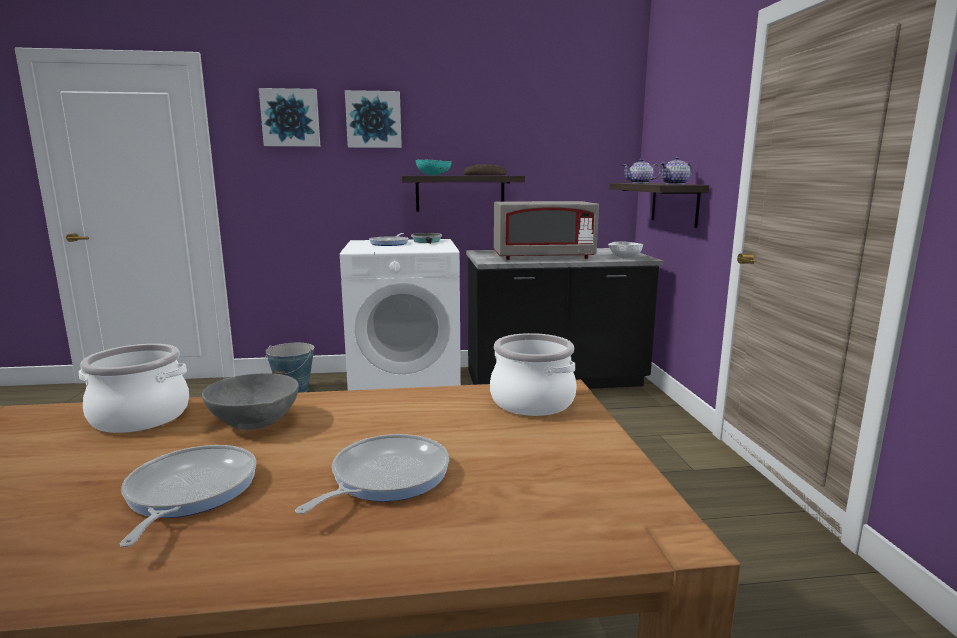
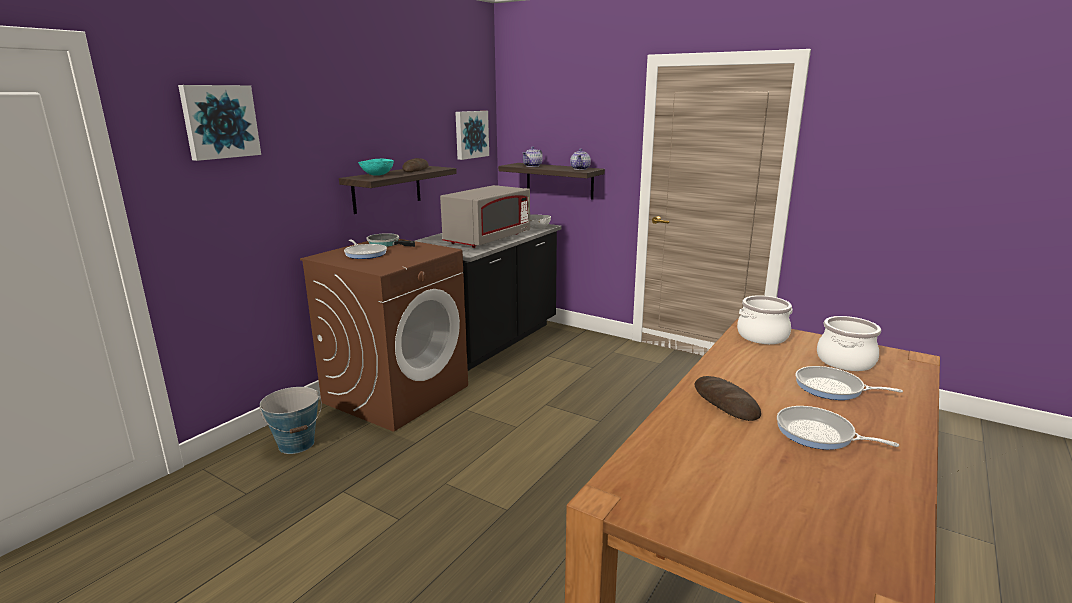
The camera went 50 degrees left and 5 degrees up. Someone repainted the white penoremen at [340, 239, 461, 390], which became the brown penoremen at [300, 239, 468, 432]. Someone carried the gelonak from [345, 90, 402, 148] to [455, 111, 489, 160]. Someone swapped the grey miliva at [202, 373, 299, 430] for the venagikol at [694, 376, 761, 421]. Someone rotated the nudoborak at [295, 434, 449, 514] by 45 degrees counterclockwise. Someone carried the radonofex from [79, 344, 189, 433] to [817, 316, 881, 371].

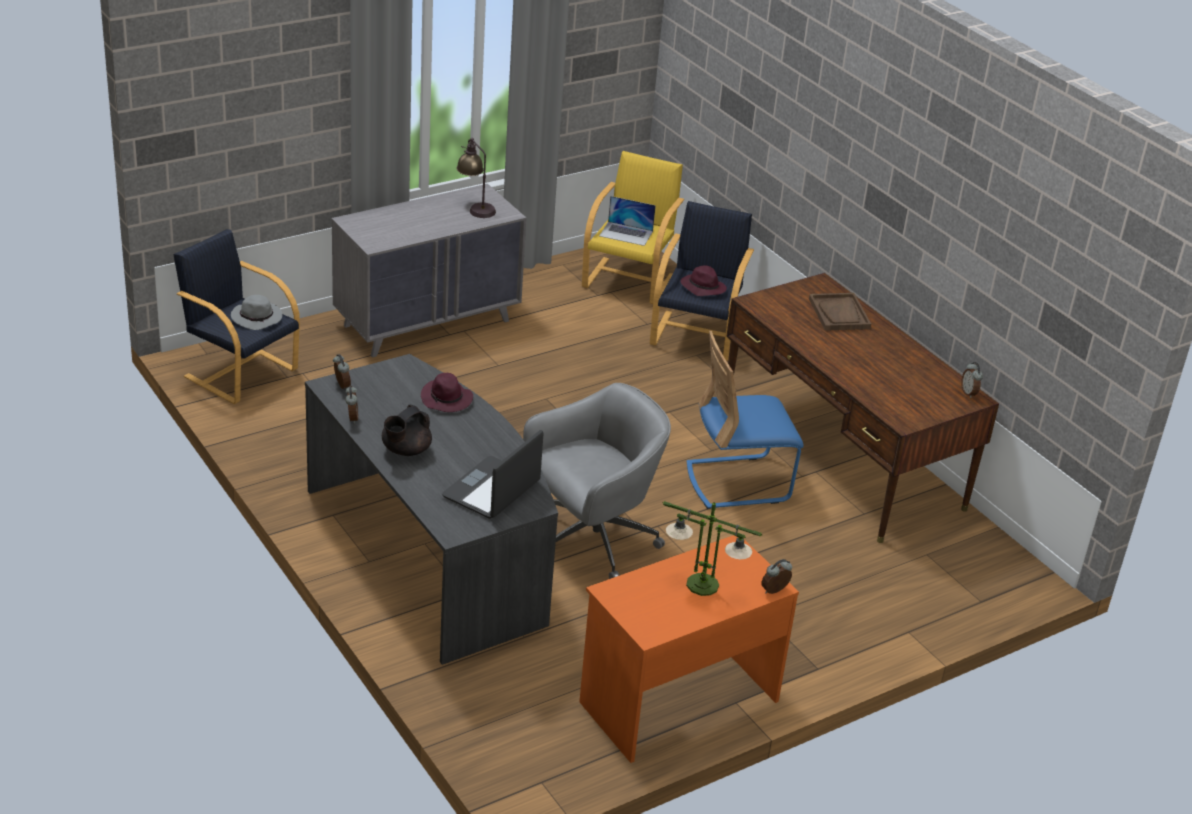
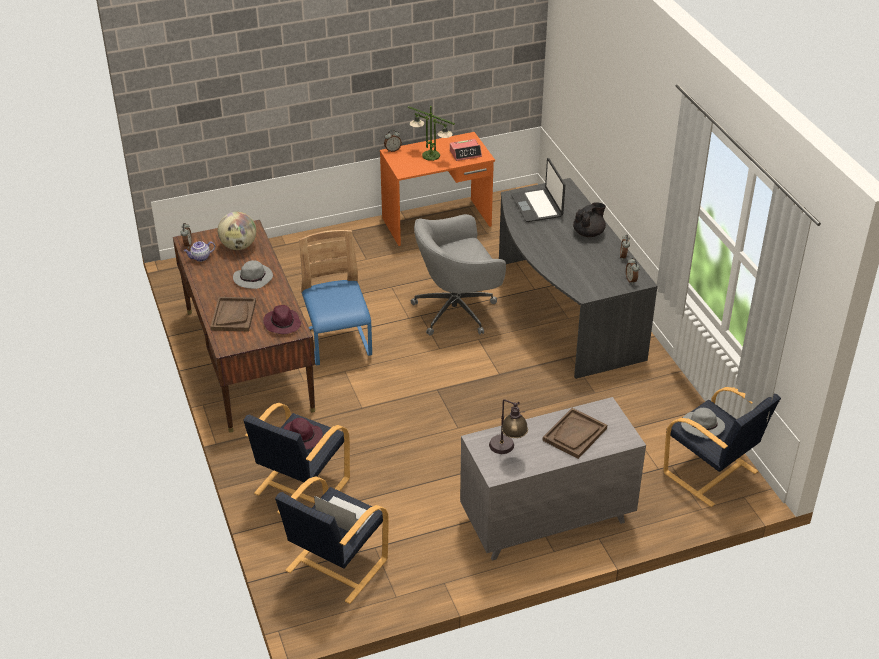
The camera went 165 degrees left and 5 degrees up. Someone put down the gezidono at [184, 241, 215, 262]. Someone put down the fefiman at [217, 212, 256, 250]. Someone put down the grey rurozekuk at [233, 260, 273, 289]. Someone carried the purple rurozekuk from [421, 373, 473, 412] to [263, 305, 301, 334]. Someone repainted the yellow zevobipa at [582, 151, 684, 304], which became the black zevobipa at [275, 476, 389, 604]. Someone rotated the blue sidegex at [686, 331, 804, 509] by 105 degrees counterclockwise. Someone put down the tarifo at [450, 139, 482, 161]. Someone rotated the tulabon at [442, 430, 544, 519] by 120 degrees clockwise. Someone put down the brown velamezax at [542, 408, 607, 459].

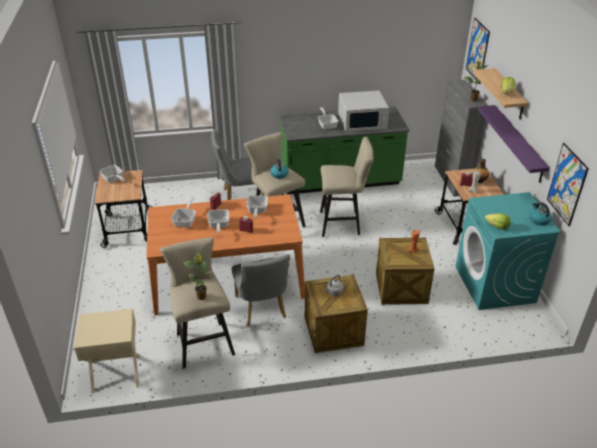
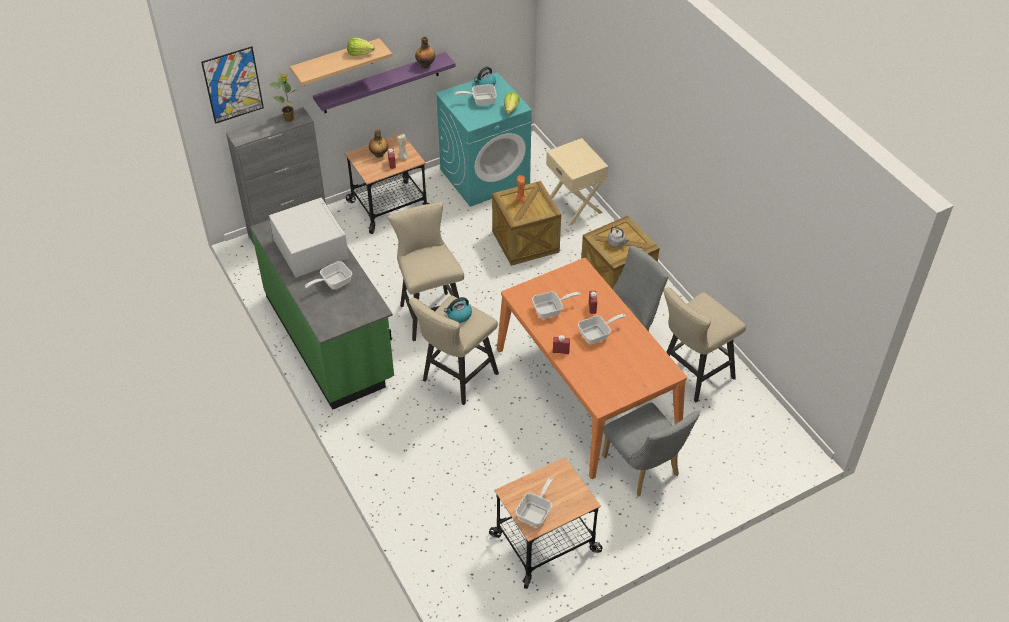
The camera went 110 degrees left and 10 degrees up. Someone put down the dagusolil at [415, 37, 435, 68]. Someone carried the nudoborak from [171, 198, 196, 228] to [454, 84, 497, 105]. Someone carried the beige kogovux from [74, 309, 140, 393] to [546, 138, 608, 226]. Someone carried the grey sidegex from [211, 129, 265, 200] to [602, 403, 700, 496]. Someone took away the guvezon at [183, 252, 212, 300]. Someone took away the gelonak at [547, 143, 589, 226].

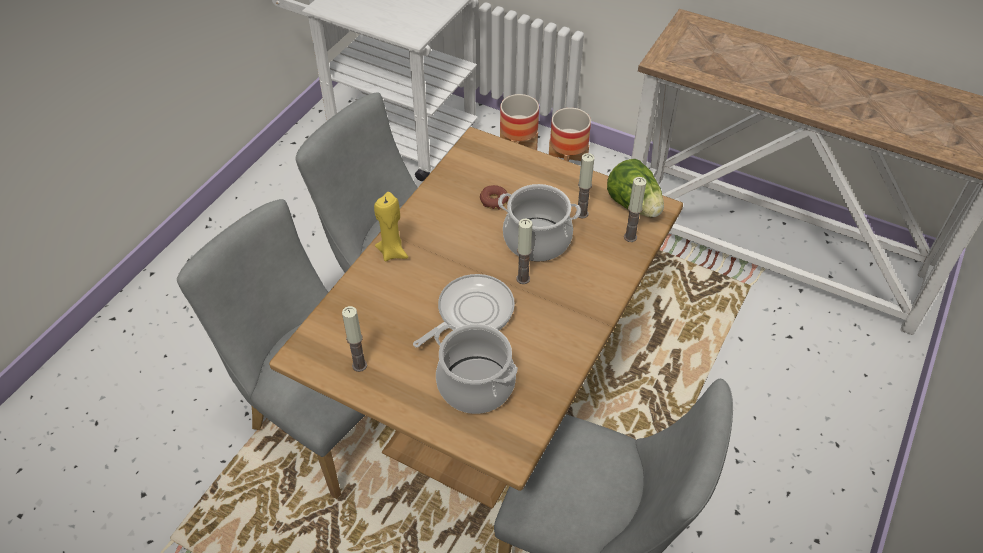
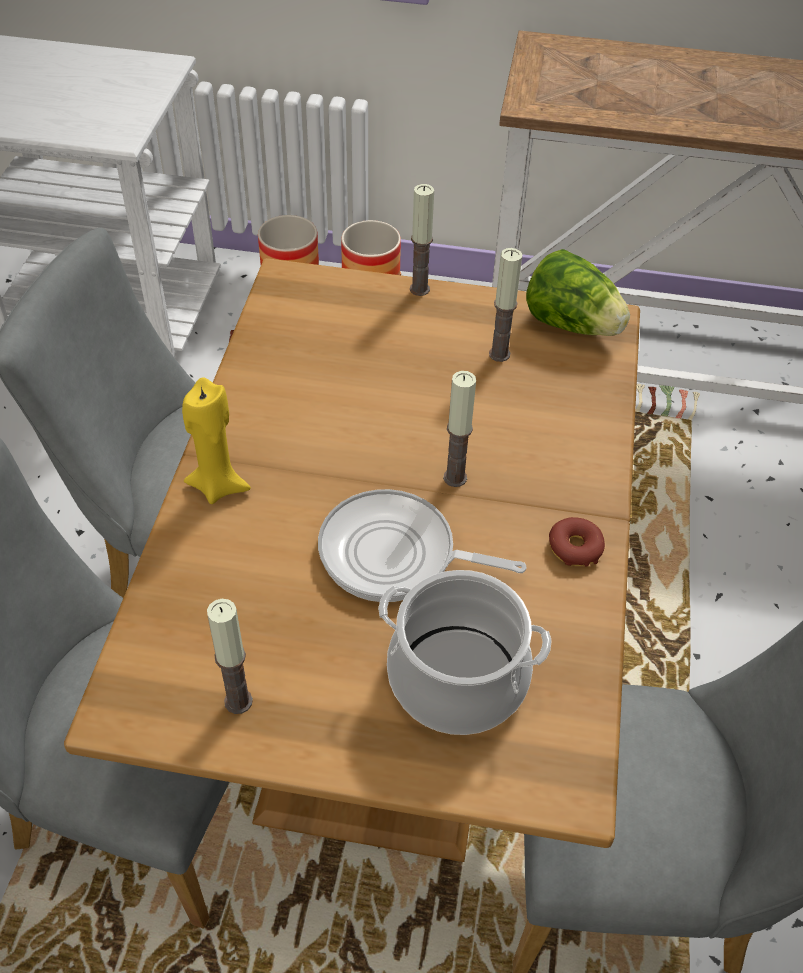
The camera went 20 degrees left and 0 degrees up. Someone rotated the nudoborak at [413, 274, 515, 348] by 105 degrees counterclockwise. Someone carried the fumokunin from [624, 177, 647, 242] to [410, 184, 434, 296]. Someone carried the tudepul from [480, 185, 509, 210] to [549, 517, 605, 567]. Someone took away the radonofex at [498, 184, 581, 261].

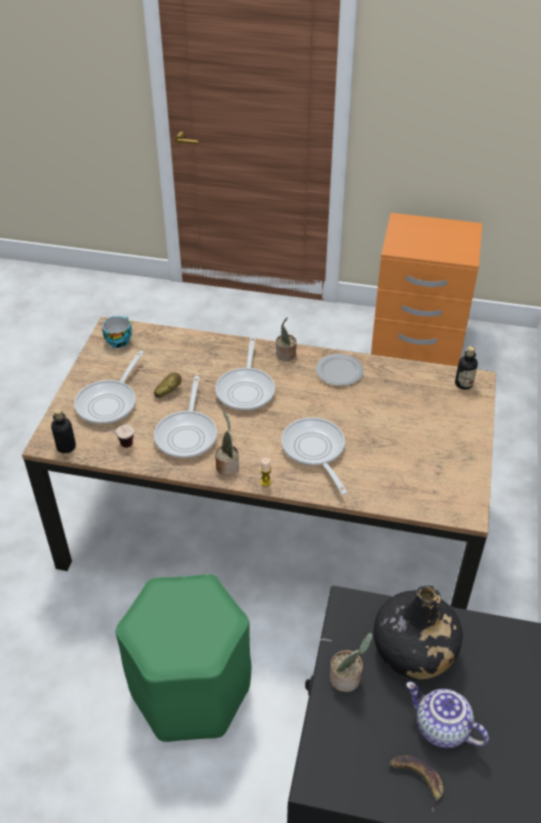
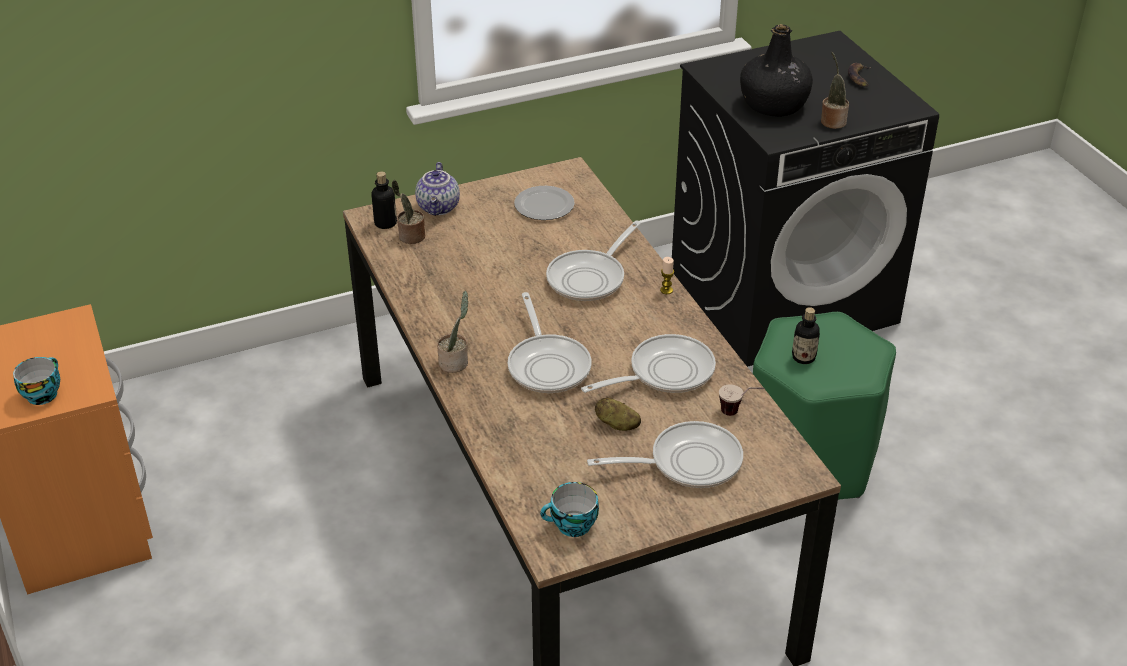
The camera went 125 degrees left and 5 degrees down. Someone put down the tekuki at [13, 357, 60, 405]. Someone carried the guvezon from [215, 411, 239, 476] to [392, 180, 425, 244]. Someone carried the gezidono from [406, 682, 489, 748] to [415, 162, 460, 216]. Someone rotated the nudoborak at [215, 336, 275, 411] by 105 degrees clockwise. Someone carried the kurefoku from [316, 354, 364, 386] to [514, 186, 575, 220]. Someone carried the dagusolil from [51, 408, 76, 453] to [792, 307, 820, 364].

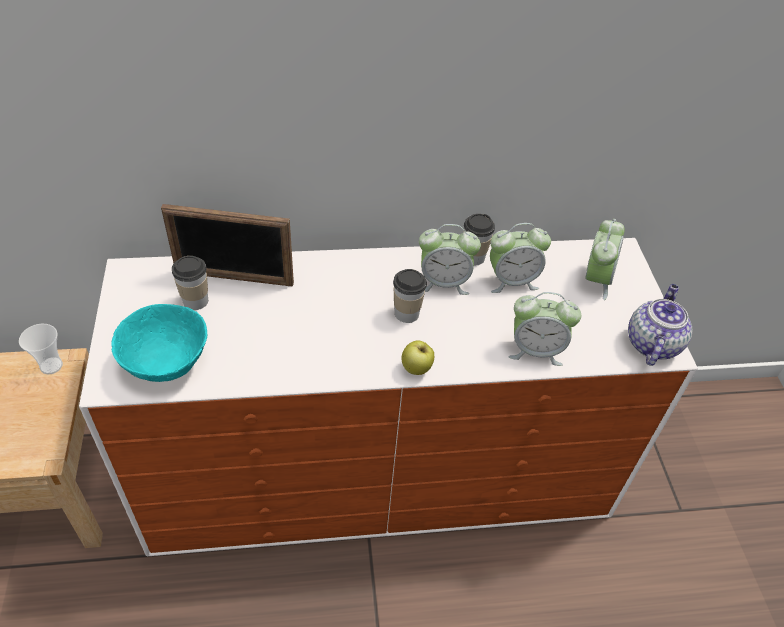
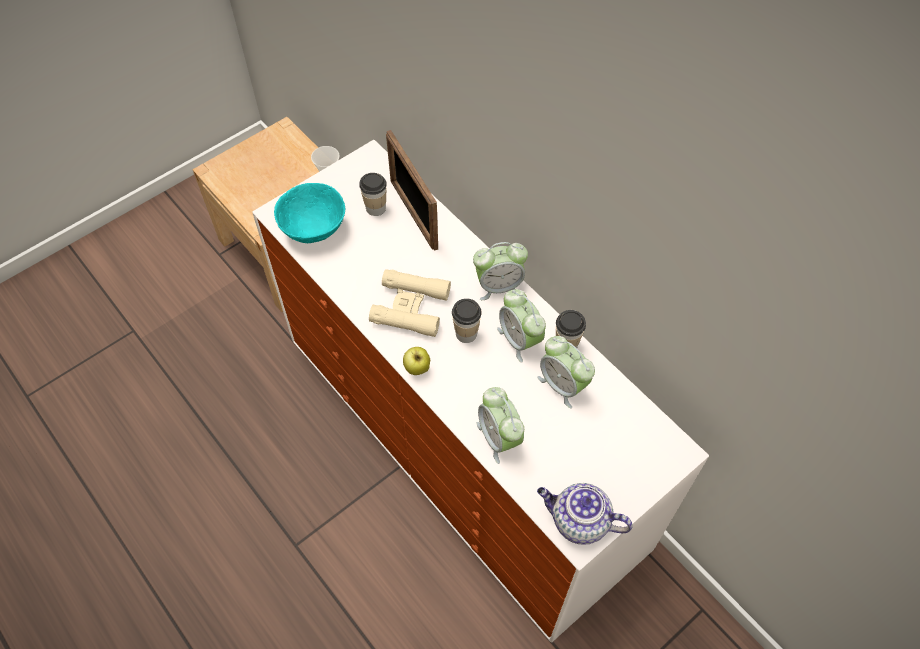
The camera went 60 degrees right and 10 degrees up. Someone put down the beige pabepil at [369, 269, 451, 337]. Someone carried the tarifo from [585, 219, 625, 300] to [473, 242, 528, 300]. Someone rotated the gezidono at [628, 284, 692, 366] by 150 degrees counterclockwise.

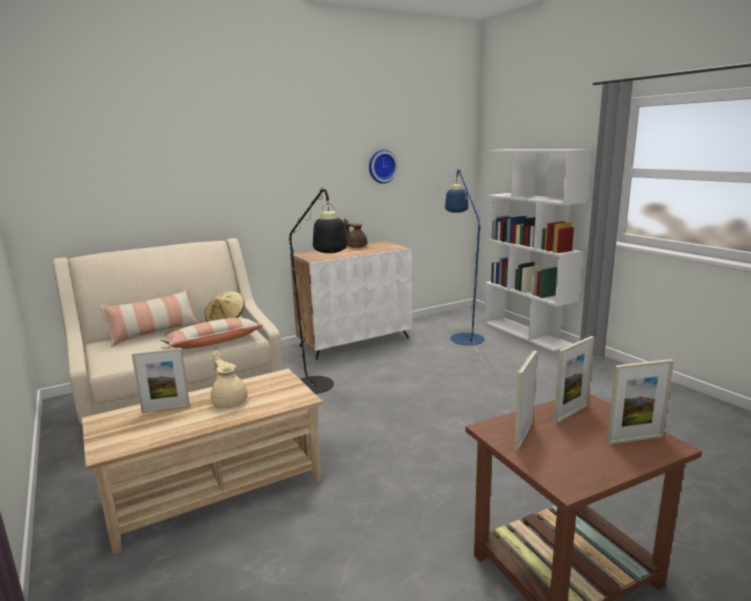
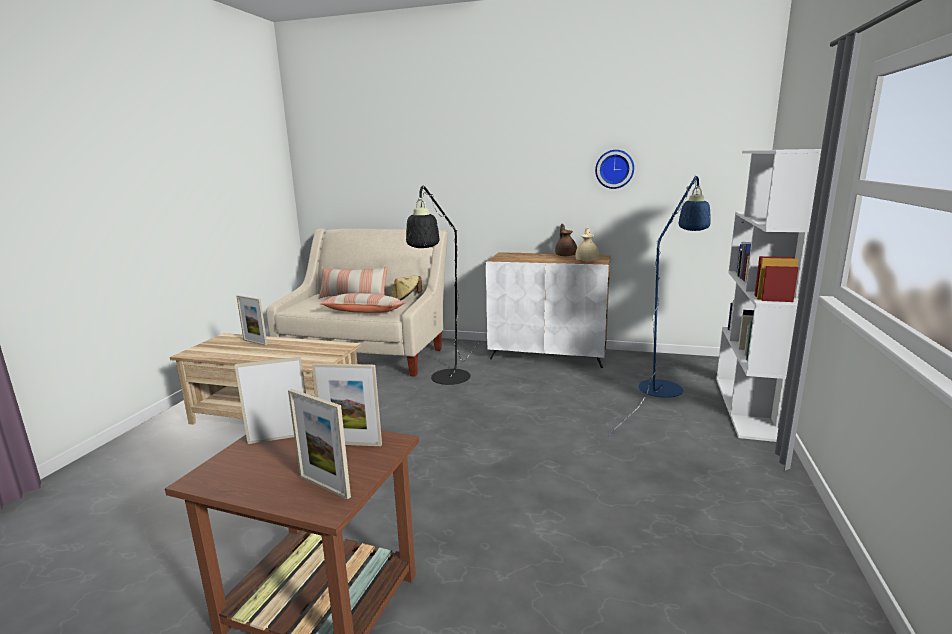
The camera went 45 degrees right and 0 degrees up. Someone carried the beige gezidono from [211, 350, 248, 408] to [575, 227, 599, 262].

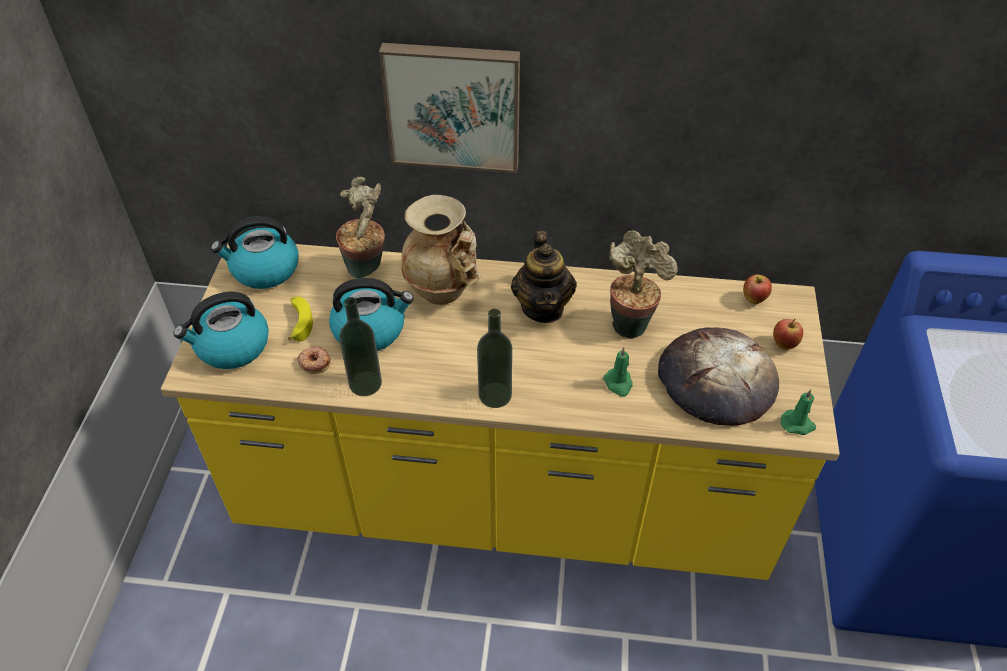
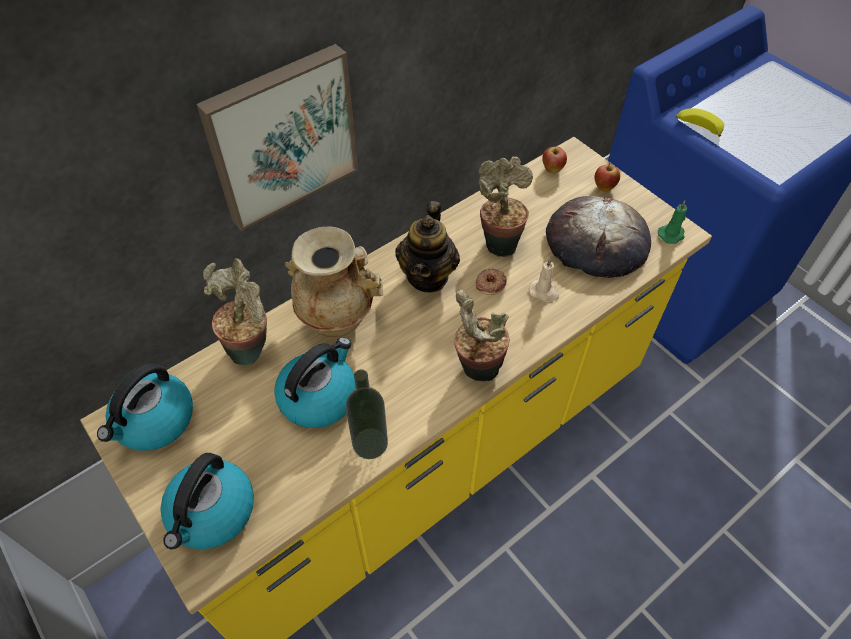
The camera went 45 degrees left and 5 degrees up. Someone rotated the gezidono at [511, 231, 577, 323] by 60 degrees clockwise. Someone swapped the dagusolil at [477, 309, 513, 408] for the guvezon at [454, 289, 509, 382]. Someone carried the tudepul from [297, 346, 331, 374] to [476, 269, 507, 295]. Someone repainted the green fumokunin at [603, 347, 633, 397], which became the beige fumokunin at [529, 258, 559, 301]. Someone carried the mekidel from [288, 296, 313, 341] to [675, 108, 724, 137].

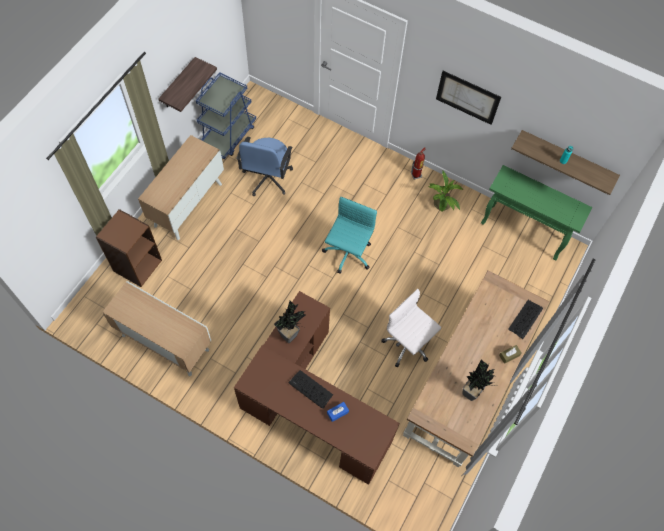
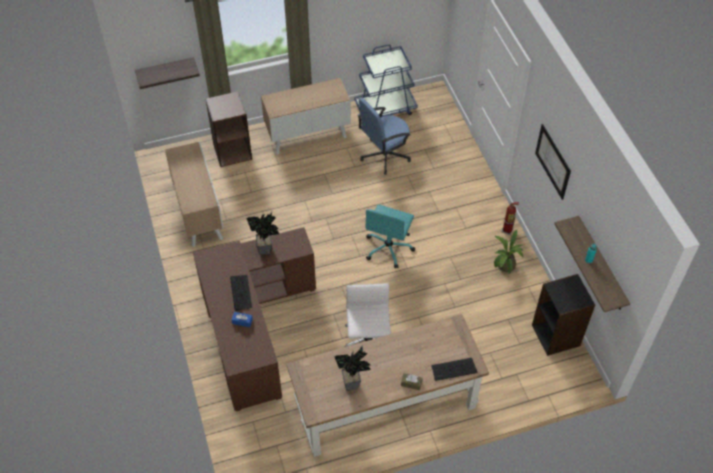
The camera went 45 degrees right and 10 degrees down. Someone carried the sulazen from [158, 57, 217, 112] to [135, 57, 200, 89]. Someone rotated the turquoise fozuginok at [322, 197, 377, 274] by 135 degrees clockwise. Someone swapped the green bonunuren at [481, 165, 593, 260] for the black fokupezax at [532, 274, 595, 356].

